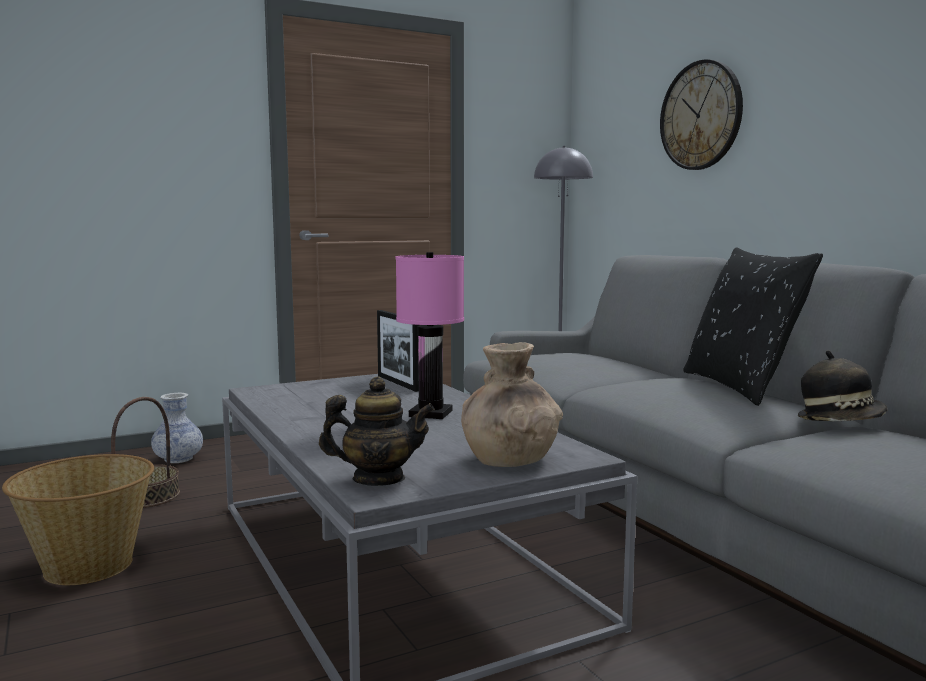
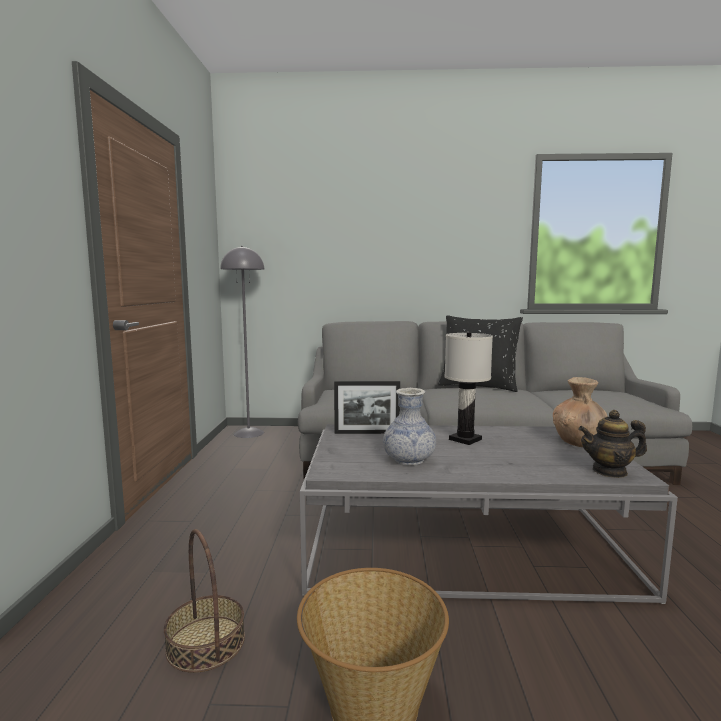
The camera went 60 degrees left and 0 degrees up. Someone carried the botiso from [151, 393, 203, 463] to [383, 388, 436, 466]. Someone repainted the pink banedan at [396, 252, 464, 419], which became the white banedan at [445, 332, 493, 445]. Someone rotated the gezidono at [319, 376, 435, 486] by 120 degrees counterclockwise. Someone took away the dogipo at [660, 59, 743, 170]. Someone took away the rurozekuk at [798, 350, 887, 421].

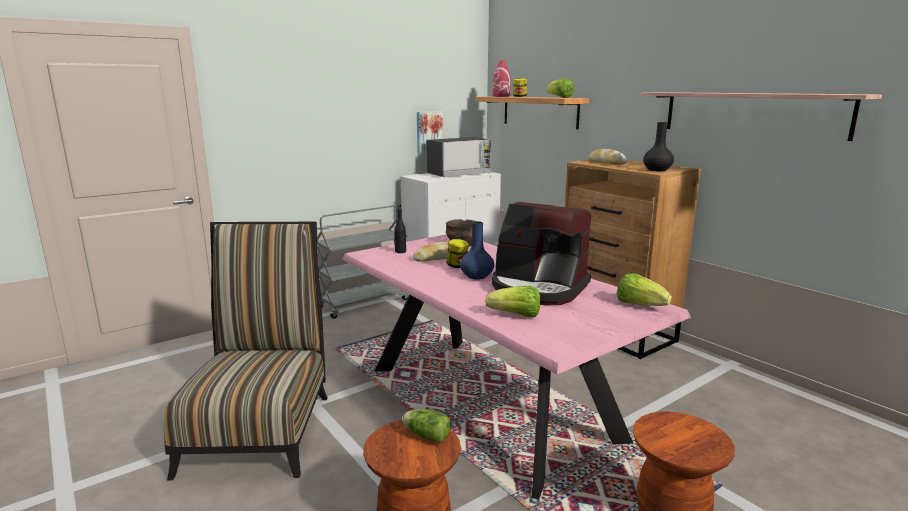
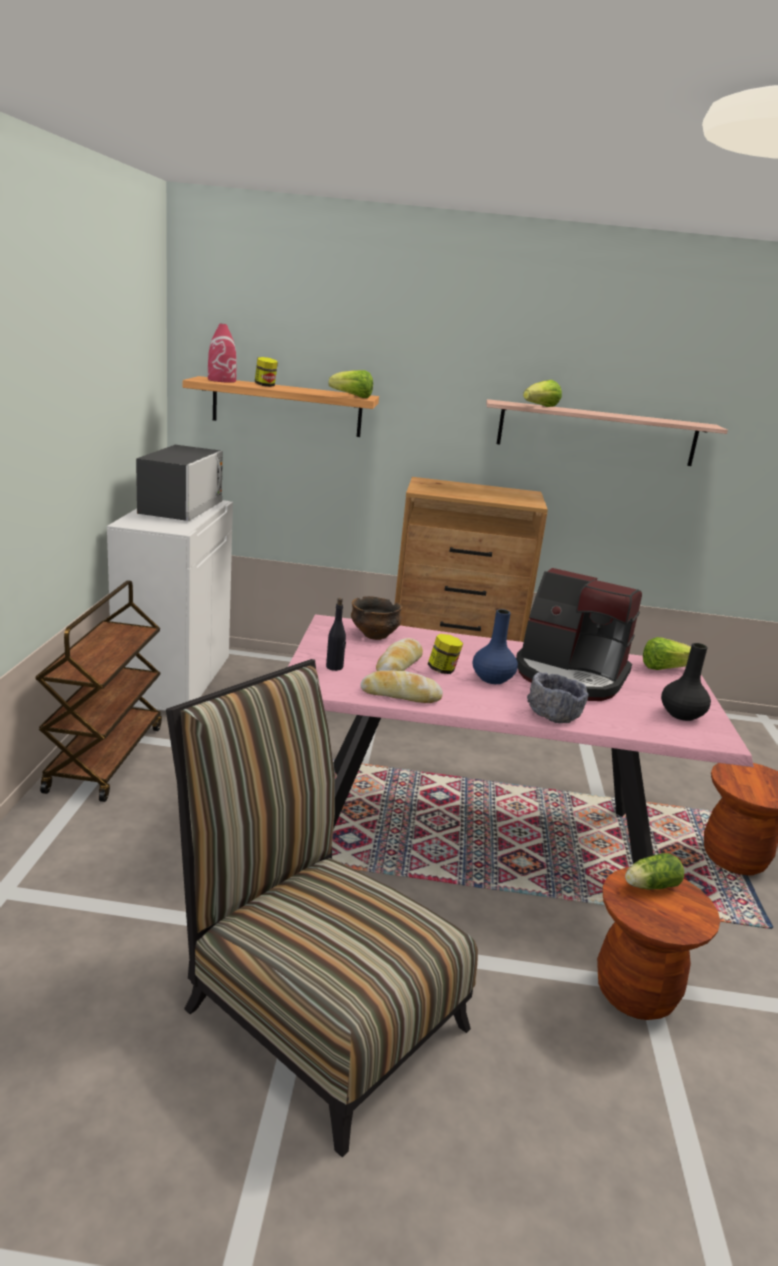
The camera went 50 degrees left and 5 degrees up. Someone repainted the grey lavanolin at [317, 205, 409, 319], which became the brown lavanolin at [35, 580, 162, 802]. Someone carried the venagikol from [588, 149, 627, 164] to [361, 670, 443, 703]. Someone rotated the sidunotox at [492, 202, 591, 306] by 45 degrees clockwise. Someone carried the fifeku from [485, 286, 540, 317] to [523, 380, 562, 407]. Someone put down the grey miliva at [527, 672, 588, 723]. Someone carried the black botiso from [643, 122, 674, 171] to [661, 643, 711, 721]. Someone took away the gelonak at [417, 111, 443, 156].

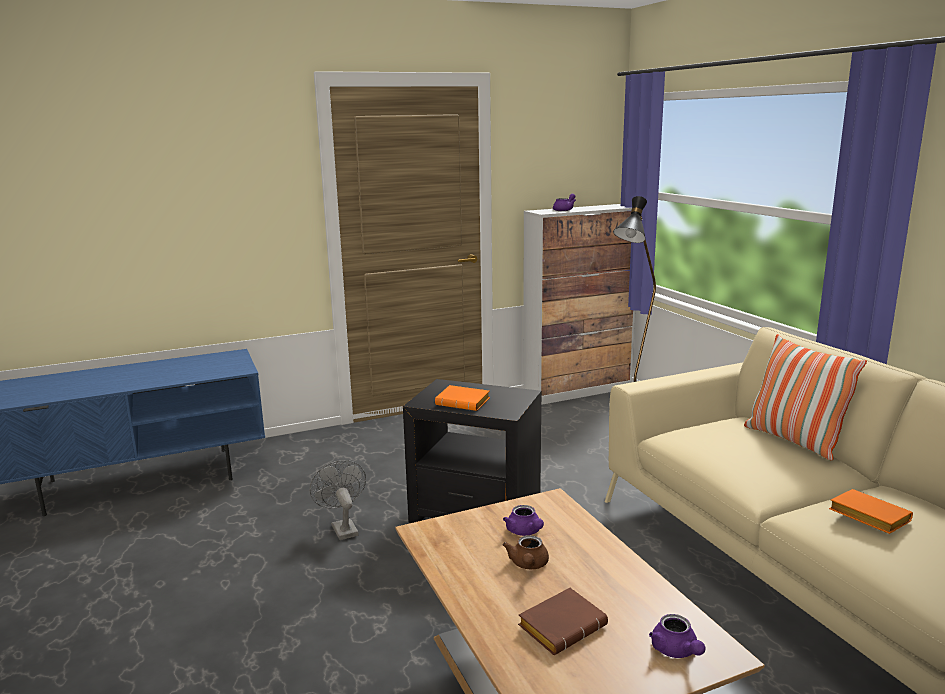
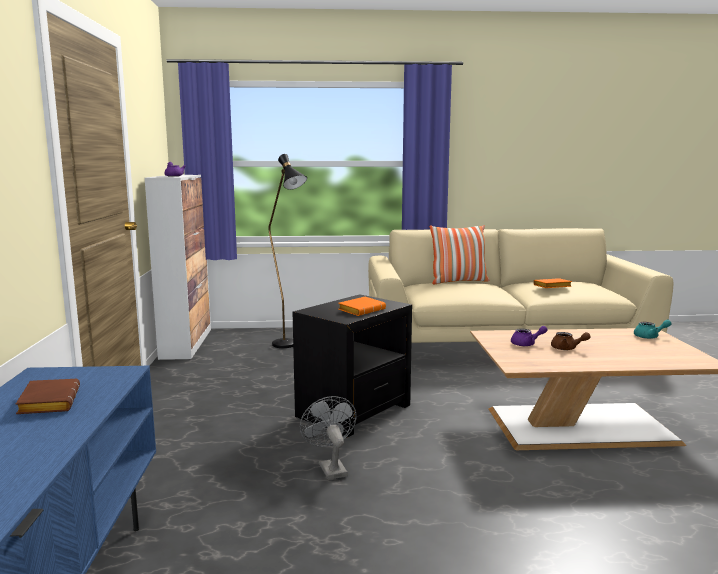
The camera went 70 degrees left and 5 degrees down. Someone carried the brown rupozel from [518, 588, 608, 655] to [16, 379, 80, 414]. Someone rotated the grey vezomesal at [310, 460, 366, 540] by 75 degrees clockwise. Someone repainted the purple gezidono at [649, 614, 705, 658], which became the turquoise gezidono at [634, 320, 672, 339].

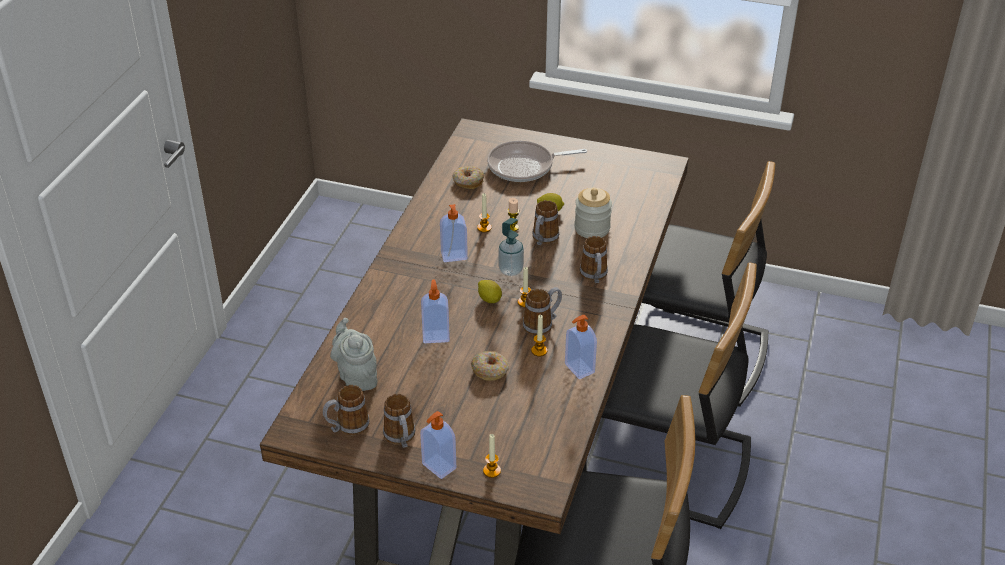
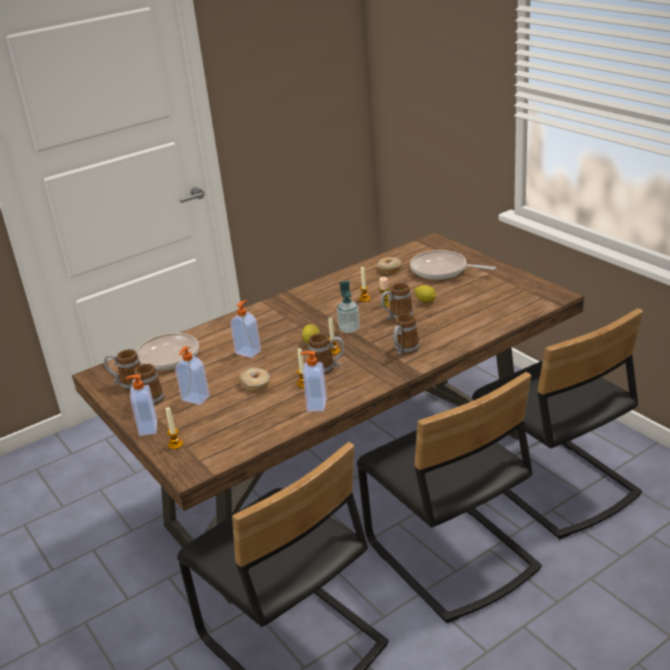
The camera went 40 degrees right and 10 degrees down. Someone swapped the grey gezidono at [330, 318, 377, 391] for the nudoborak at [136, 333, 199, 370]. Someone carried the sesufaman from [440, 204, 468, 262] to [175, 346, 210, 405]. Someone took away the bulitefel at [574, 188, 612, 238].

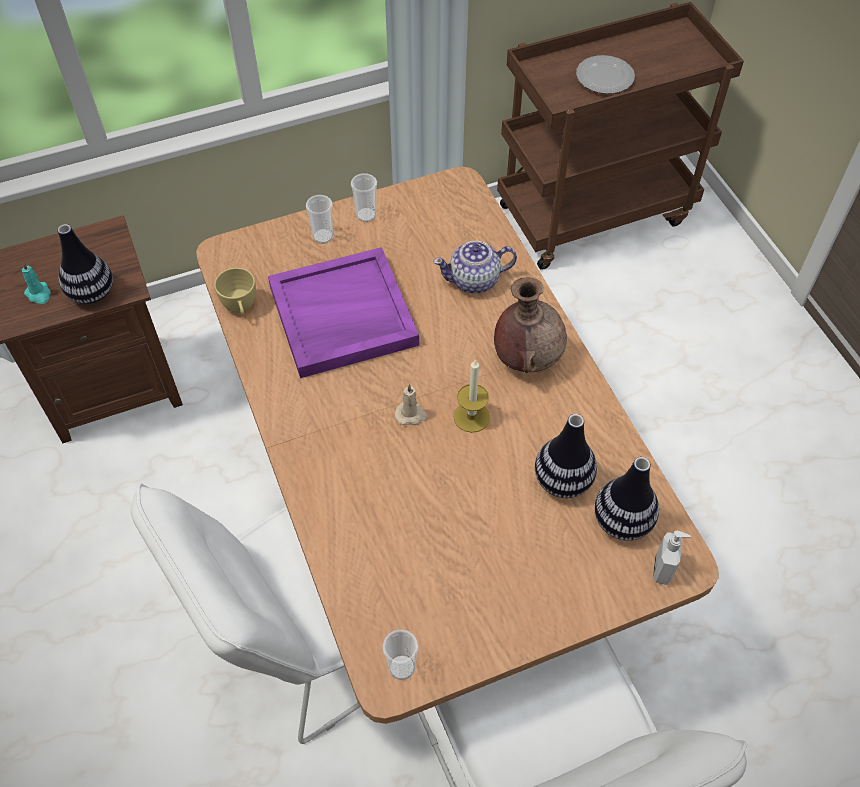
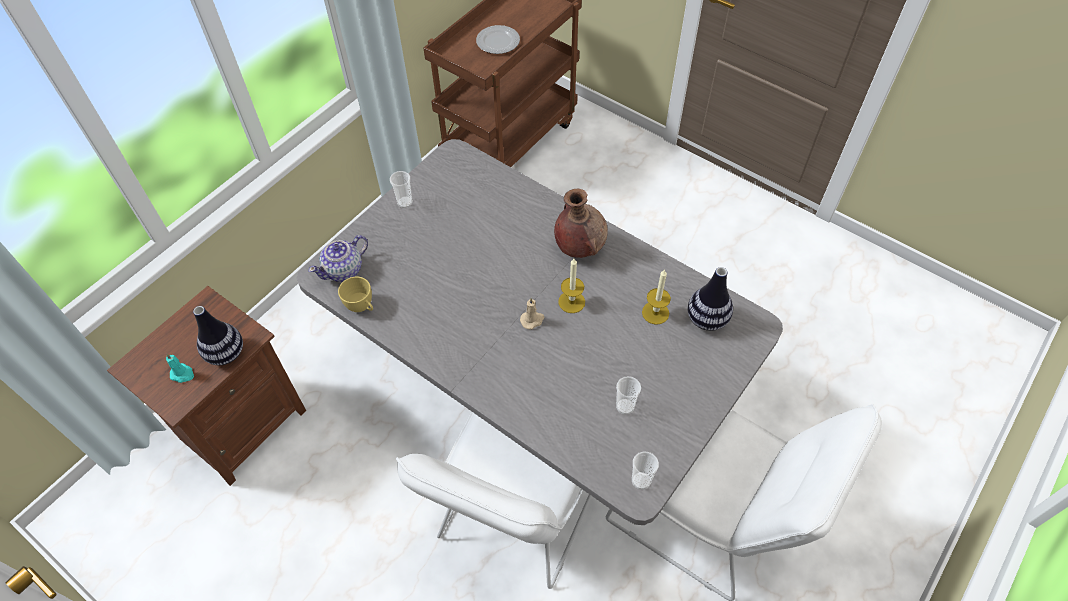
The camera went 30 degrees left and 0 degrees up. Someone repainted the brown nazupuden at [196, 167, 718, 724], which became the grey nazupuden at [297, 139, 783, 525]. Someone carried the gezidono from [433, 241, 517, 293] to [309, 235, 368, 282]. Someone carried the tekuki from [306, 195, 333, 244] to [616, 376, 641, 415]. Someone swapped the botiso at [535, 414, 597, 498] for the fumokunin at [642, 269, 671, 325]. Someone took away the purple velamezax at [268, 247, 419, 378]. Someone took away the sesufaman at [653, 531, 691, 585].

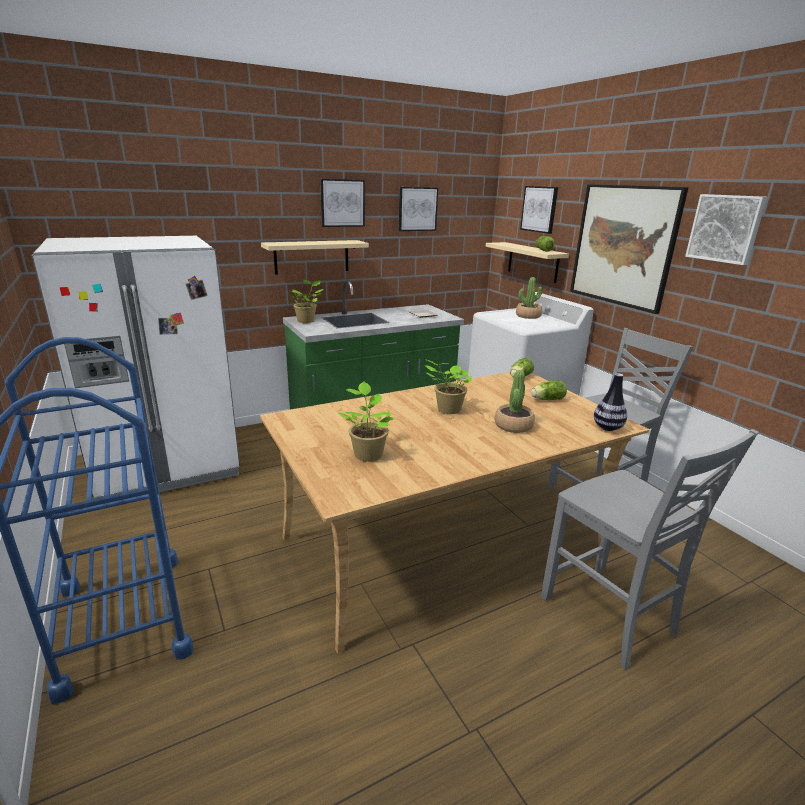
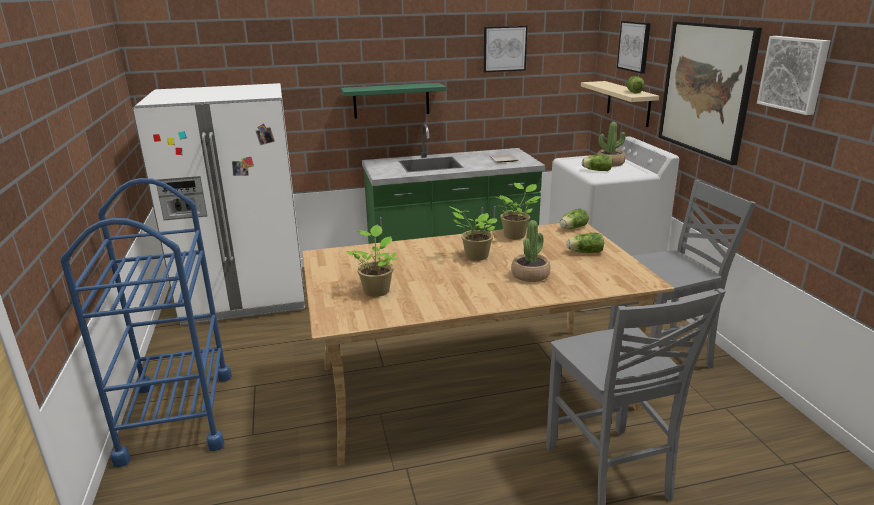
The camera went 15 degrees right and 0 degrees up. Someone repainted the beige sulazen at [261, 240, 369, 275], which became the green sulazen at [341, 83, 446, 119]. Someone carried the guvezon from [290, 280, 324, 323] to [495, 183, 541, 239]. Someone put down the fifeku at [582, 154, 612, 171]. Someone took away the gelonak at [320, 179, 365, 227]. Someone took away the botiso at [594, 373, 627, 431].

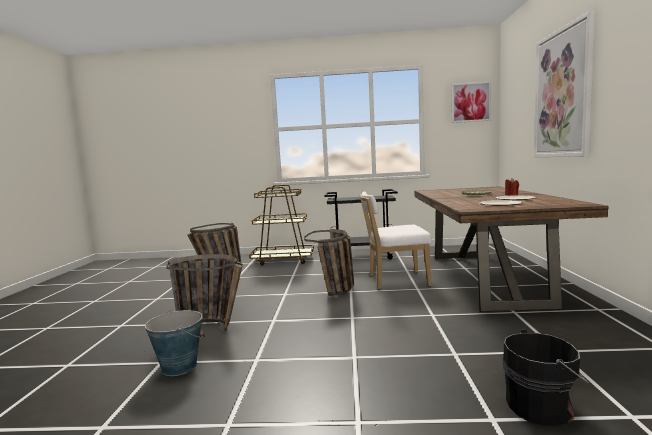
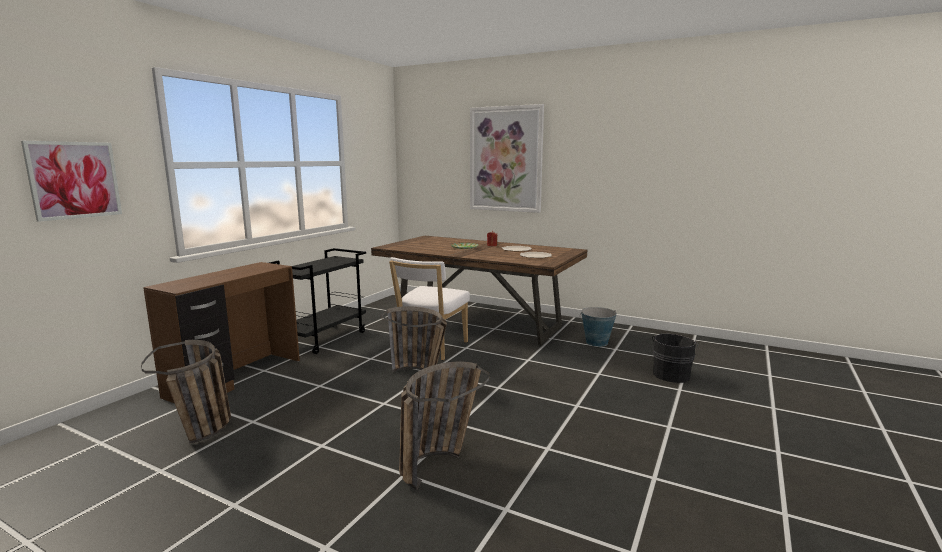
The camera went 65 degrees left and 5 degrees up. Someone carried the gelonak from [451, 81, 491, 123] to [21, 141, 122, 222]. Someone swapped the brown lavanolin at [249, 185, 314, 266] for the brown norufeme at [143, 262, 300, 403]. Someone carried the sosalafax from [145, 310, 205, 376] to [580, 307, 617, 347].

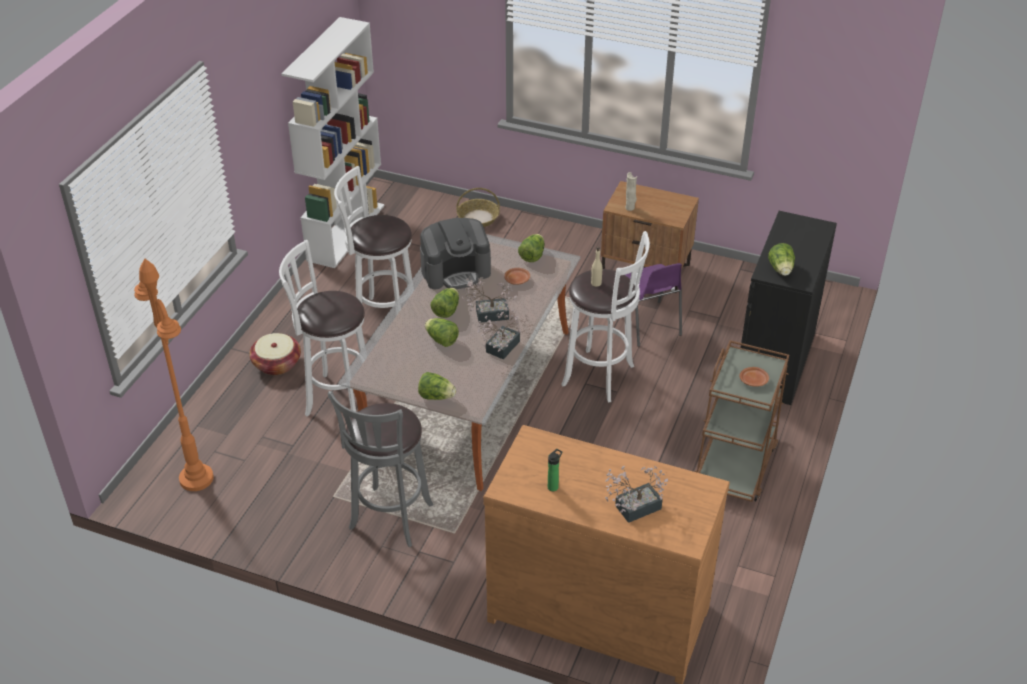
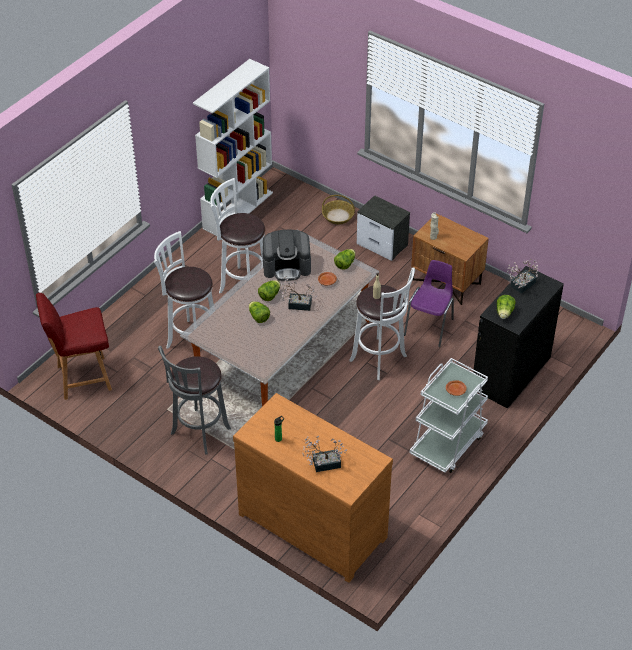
The camera went 15 degrees right and 5 degrees up. Someone swapped the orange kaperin at [134, 259, 214, 491] for the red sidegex at [36, 293, 112, 400]. Someone put down the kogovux at [357, 195, 410, 261]. Someone rotated the purple sidegex at [626, 263, 682, 347] by 150 degrees counterclockwise. Someone repainted the brown lavanolin at [695, 340, 789, 502], which became the white lavanolin at [410, 358, 488, 473]. Someone carried the guvezon from [477, 309, 521, 359] to [506, 259, 538, 294]. Someone took away the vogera at [249, 333, 301, 375]. Someone took away the fifeku at [418, 372, 456, 400].

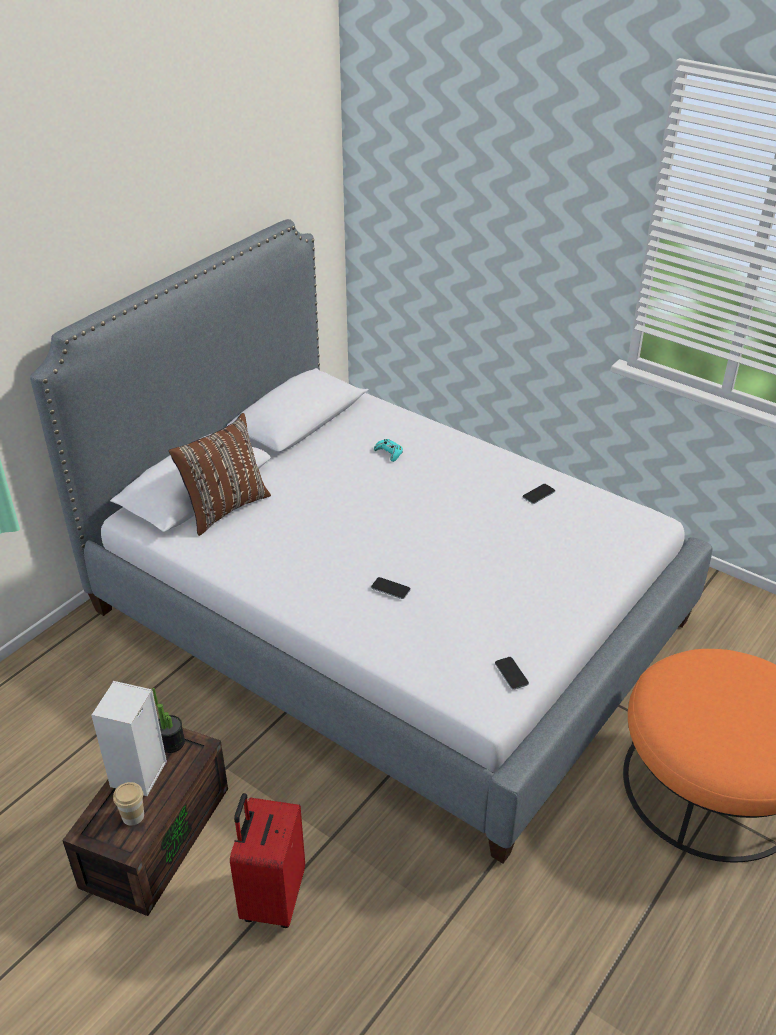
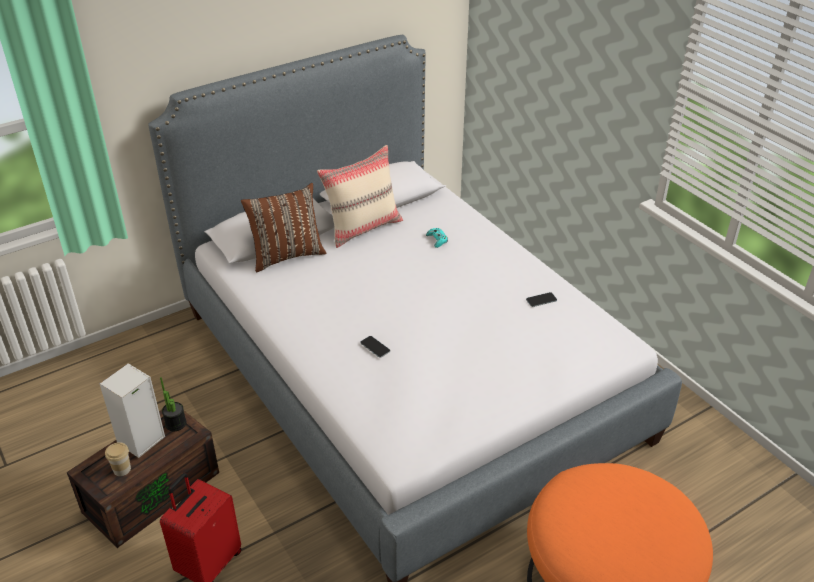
The camera went 20 degrees right and 0 degrees up. Someone put down the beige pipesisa at [317, 145, 403, 248]. Someone took away the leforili at [495, 657, 529, 690].

